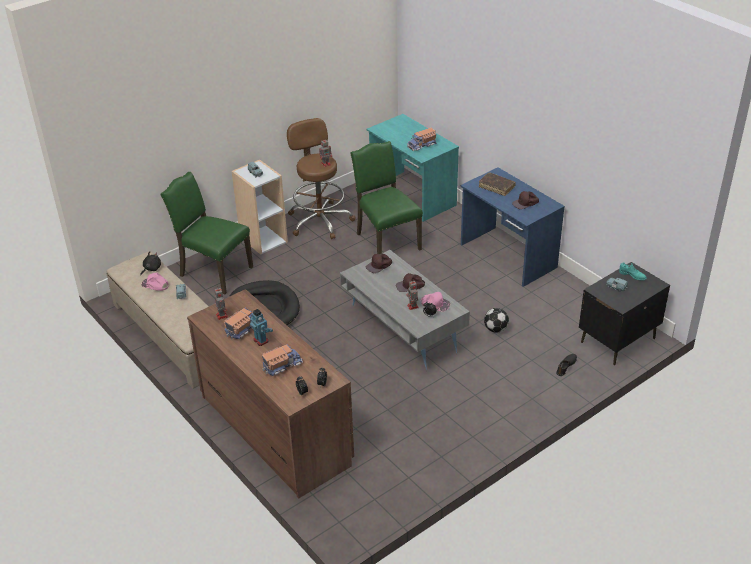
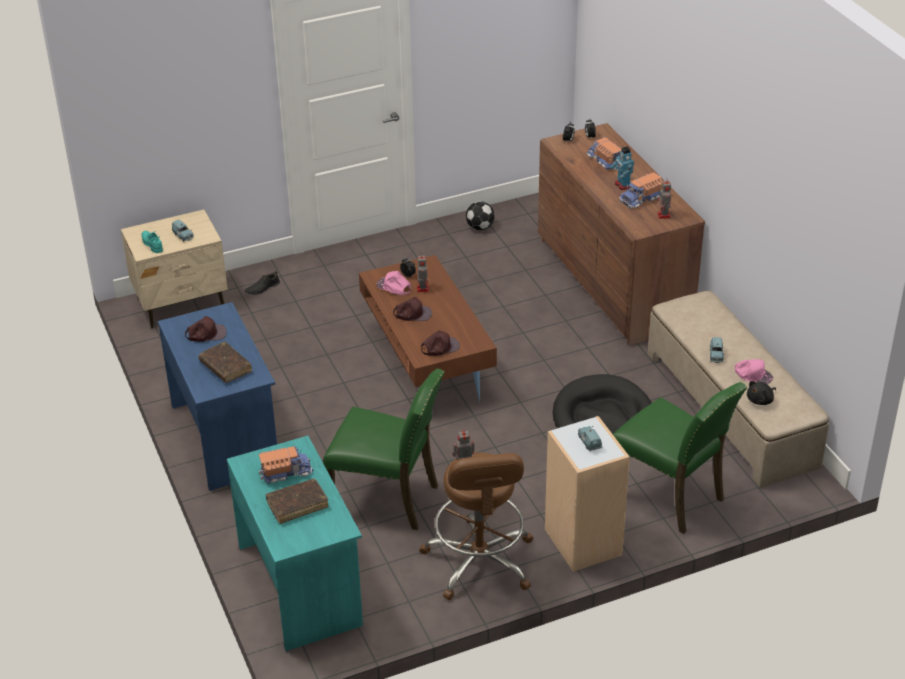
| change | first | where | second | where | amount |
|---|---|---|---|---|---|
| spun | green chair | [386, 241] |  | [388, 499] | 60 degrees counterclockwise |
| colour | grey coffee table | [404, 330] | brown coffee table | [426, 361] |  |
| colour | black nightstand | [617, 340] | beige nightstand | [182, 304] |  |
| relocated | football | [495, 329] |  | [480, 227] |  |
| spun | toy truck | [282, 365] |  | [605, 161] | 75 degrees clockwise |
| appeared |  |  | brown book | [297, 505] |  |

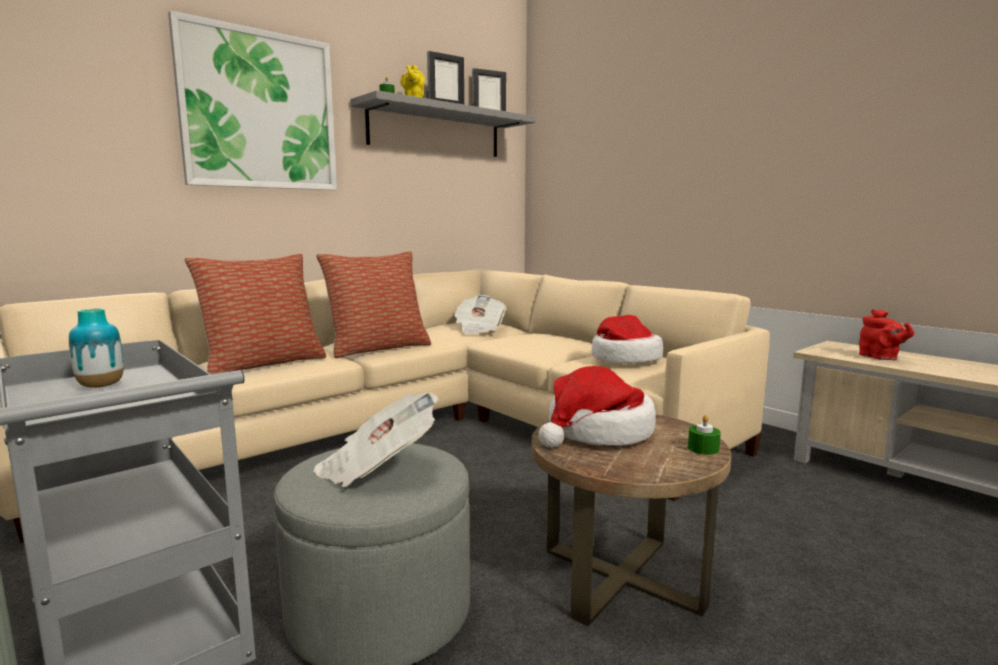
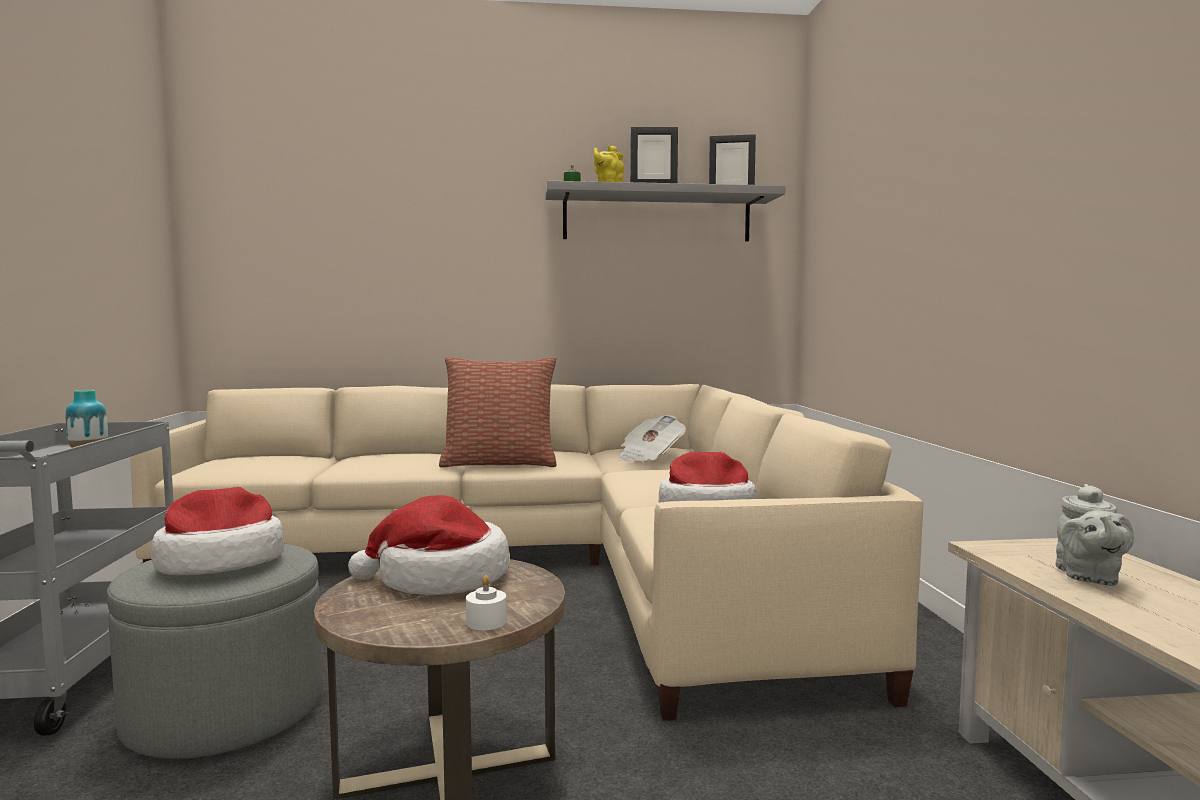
| change | first | where | second | where | amount |
|---|---|---|---|---|---|
| missing | picture | [259, 111] |  |  |  |
| missing | pillow | [263, 364] |  |  |  |
| colour | red teapot | [880, 358] | grey teapot | [1088, 577] |  |
| exchanged | newspaper | [377, 468] | hat | [221, 562] |  |
| colour | green candle | [703, 449] | white candle | [486, 621] |  |

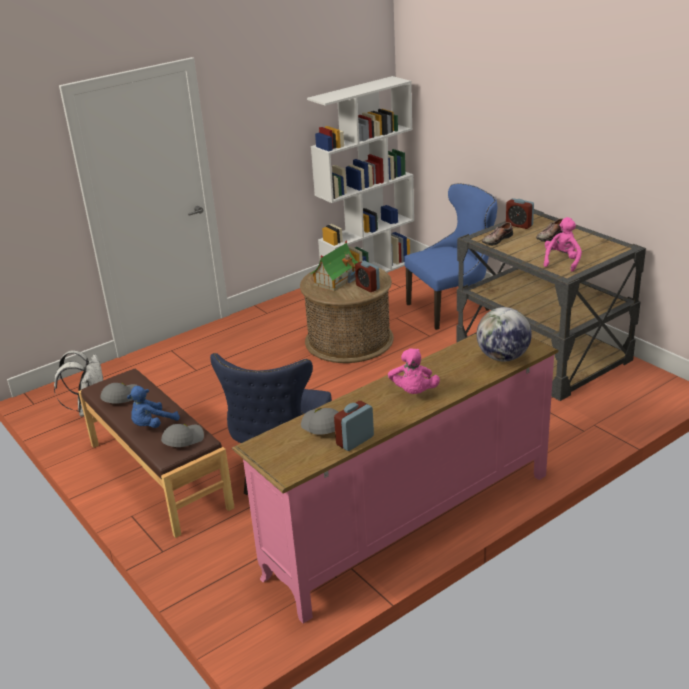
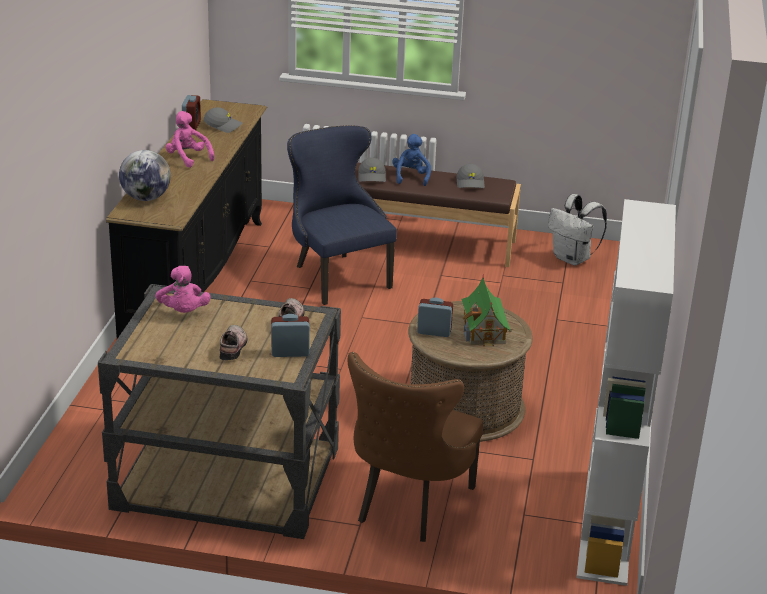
| change | first | where | second | where | amount |
|---|---|---|---|---|---|
| colour | blue chair | [452, 308] | brown chair | [409, 505] |  |
| colour | pink dresser | [409, 523] | black dresser | [197, 280] |  |

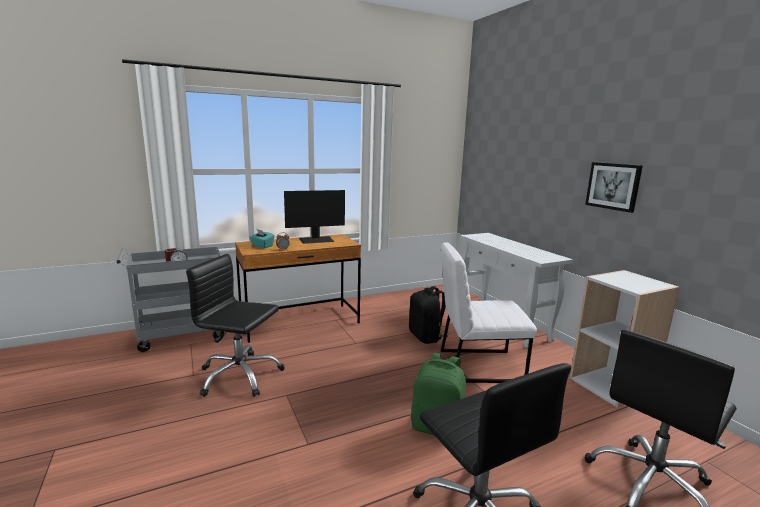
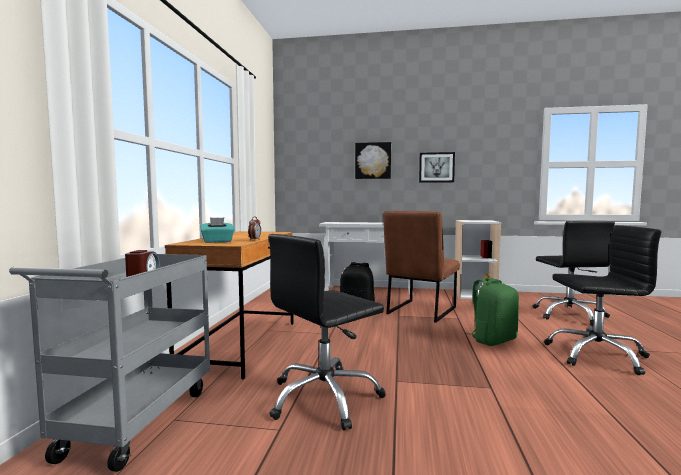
| change | first | where | second | where | amount |
|---|---|---|---|---|---|
| missing | monitor | [316, 240] |  |  |  |
| colour | white chair | [477, 365] | brown chair | [420, 311] |  |
| appeared |  |  | picture | [373, 161] |  |

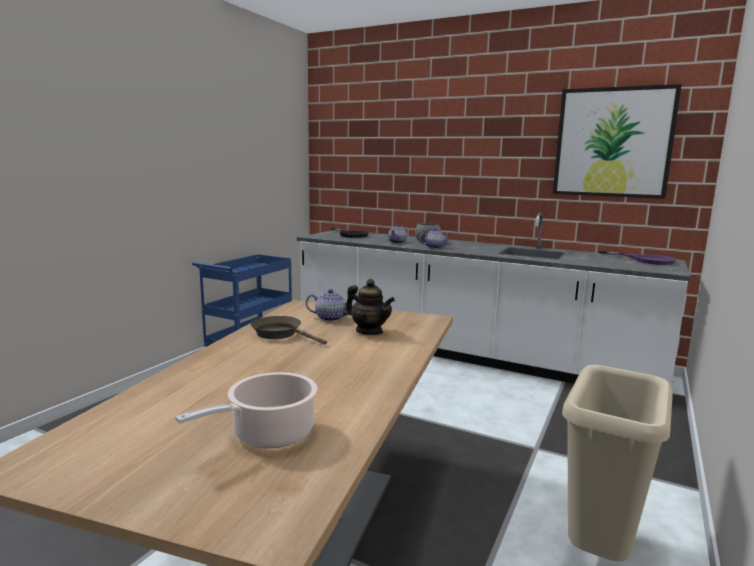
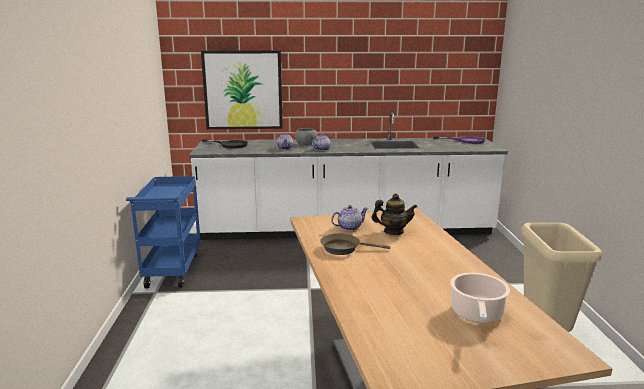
| change | first | where | second | where | amount |
|---|---|---|---|---|---|
| relocated | picture | [613, 142] |  | [243, 90] |  |

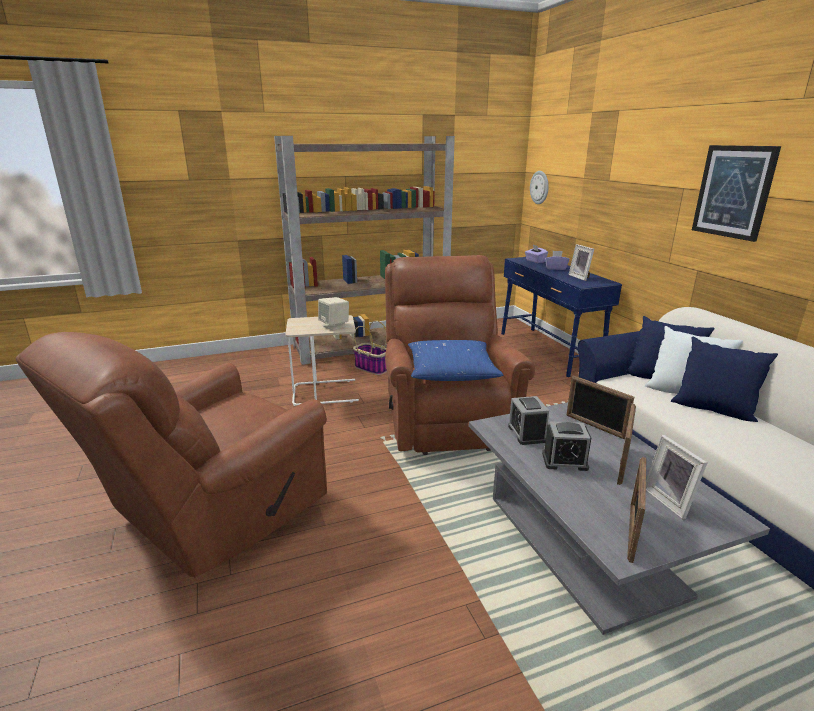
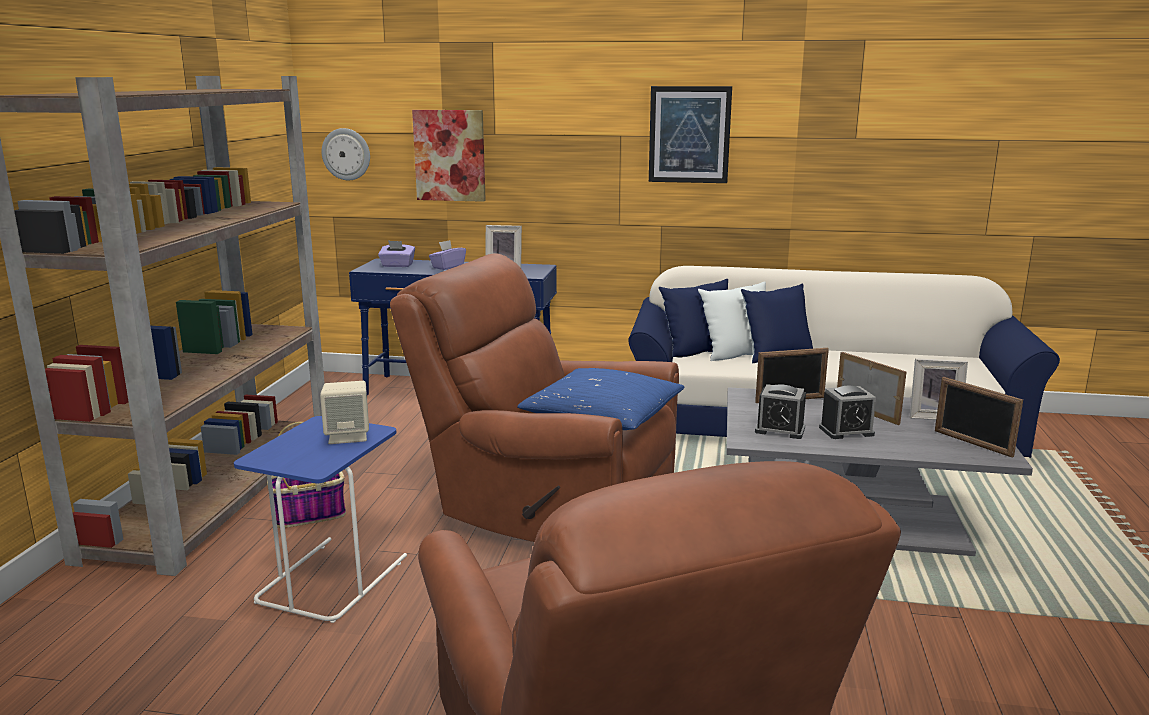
| change | first | where | second | where | amount |
|---|---|---|---|---|---|
| colour | beige side table | [326, 392] | blue side table | [331, 578] |  |
| spun | alarm clock | [564, 461] |  | [846, 431] | 45 degrees clockwise |
| appeared |  |  | picture | [450, 155] |  |

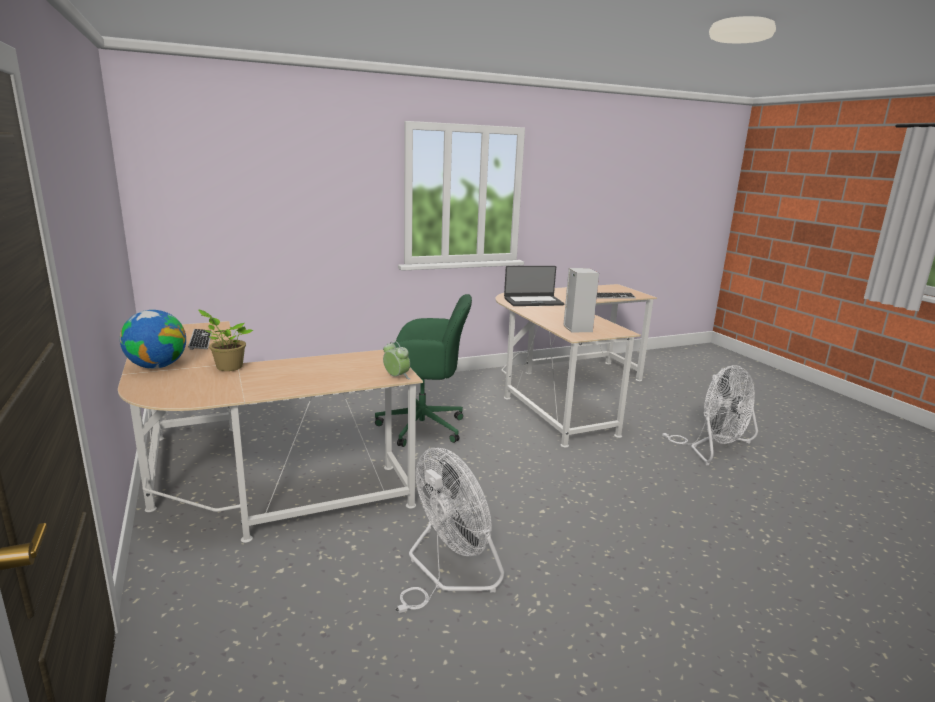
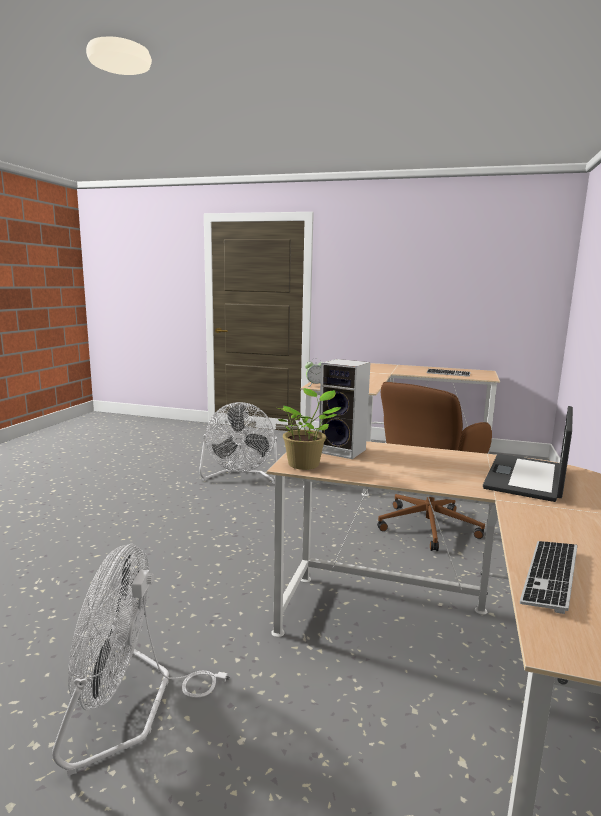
| change | first | where | second | where | amount |
|---|---|---|---|---|---|
| colour | green office chair | [423, 428] | brown office chair | [427, 527] |  |
| relocated | potted plant | [227, 367] |  | [305, 464] |  |
| missing | globe | [157, 366] |  |  |  |

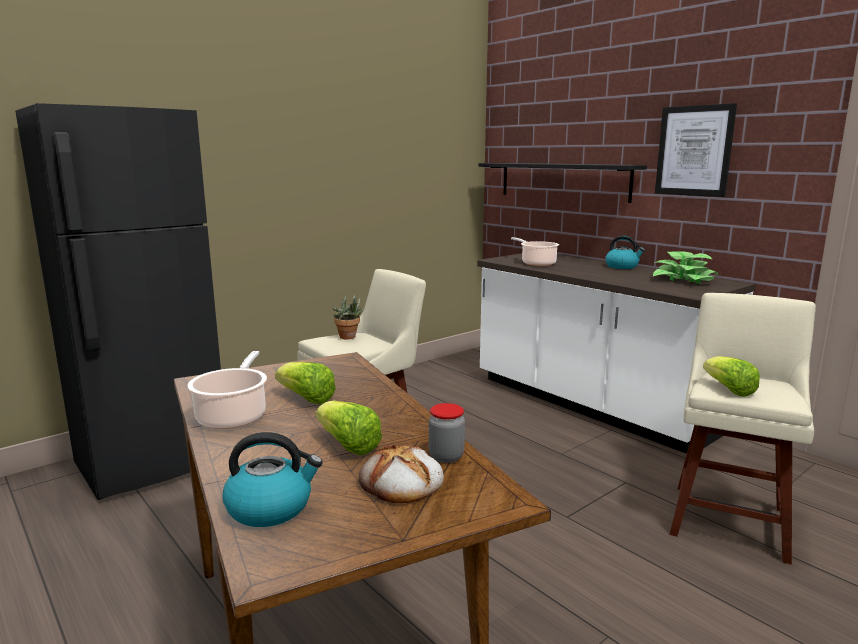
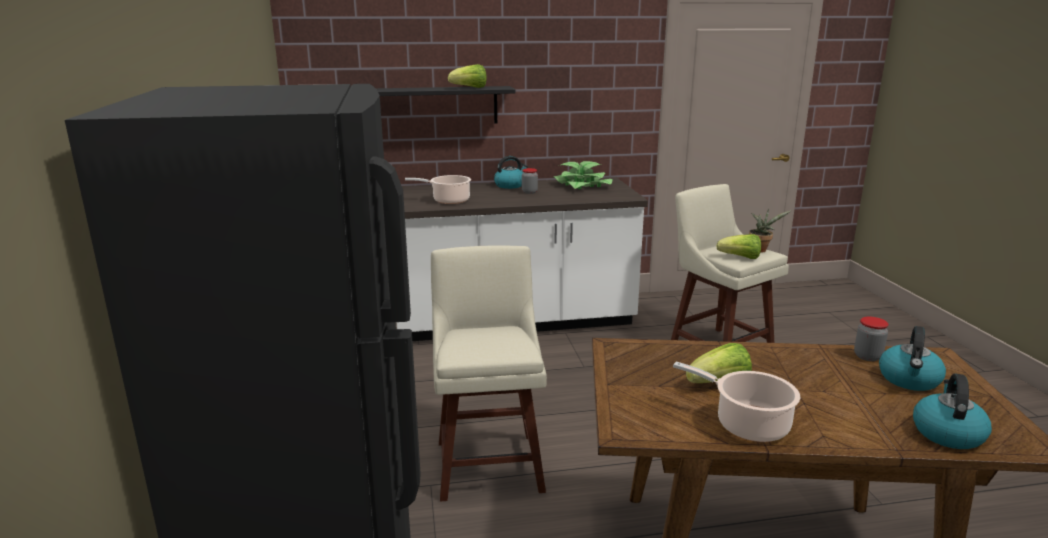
| change | first | where | second | where | amount |
|---|---|---|---|---|---|
| missing | picture | [694, 151] |  |  |  |
| relocated | potted plant | [349, 337] |  | [760, 250] |  |
| relocated | lettuce | [348, 446] |  | [470, 88] |  |
| exchanged | bread | [401, 483] | kettle | [909, 380] |  |
| appeared |  |  | jar | [529, 192] |  |

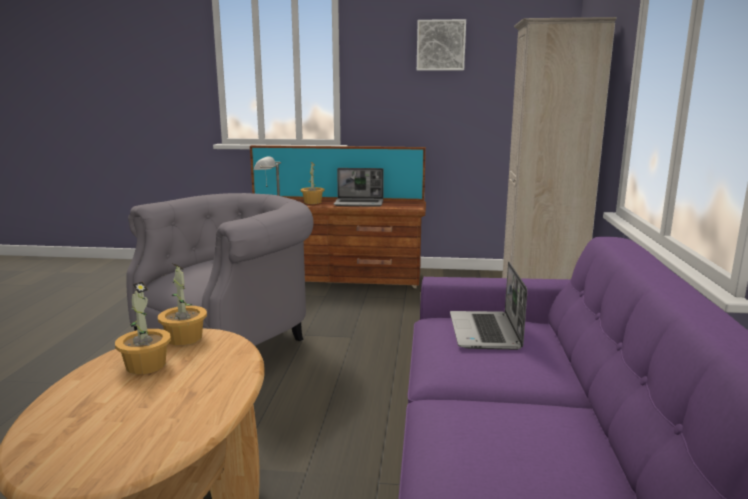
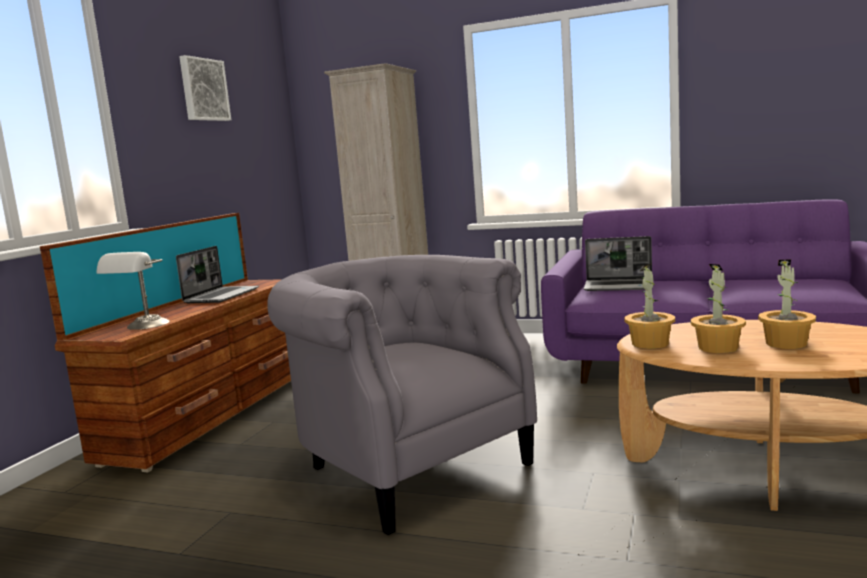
| change | first | where | second | where | amount |
|---|---|---|---|---|---|
| relocated | potted plant | [312, 202] |  | [786, 344] |  |

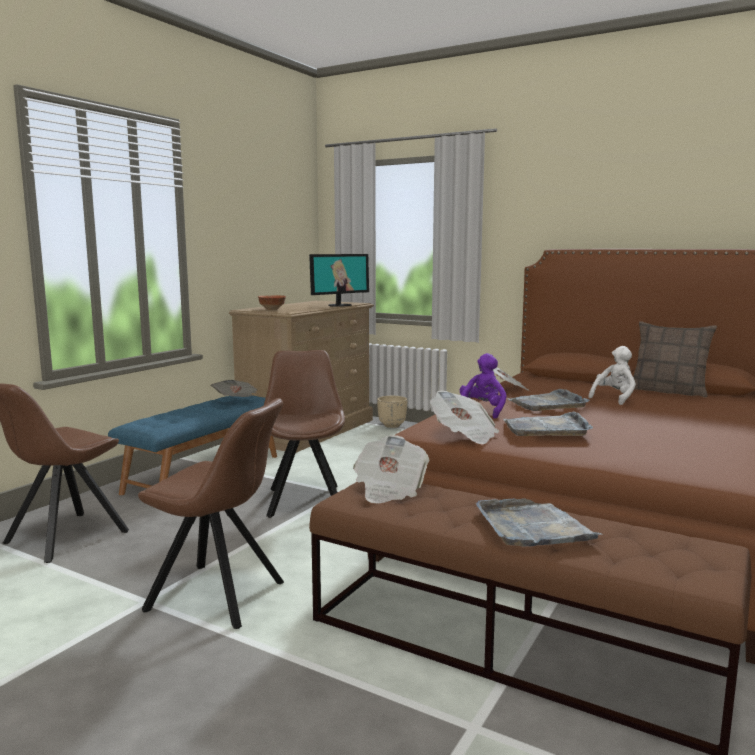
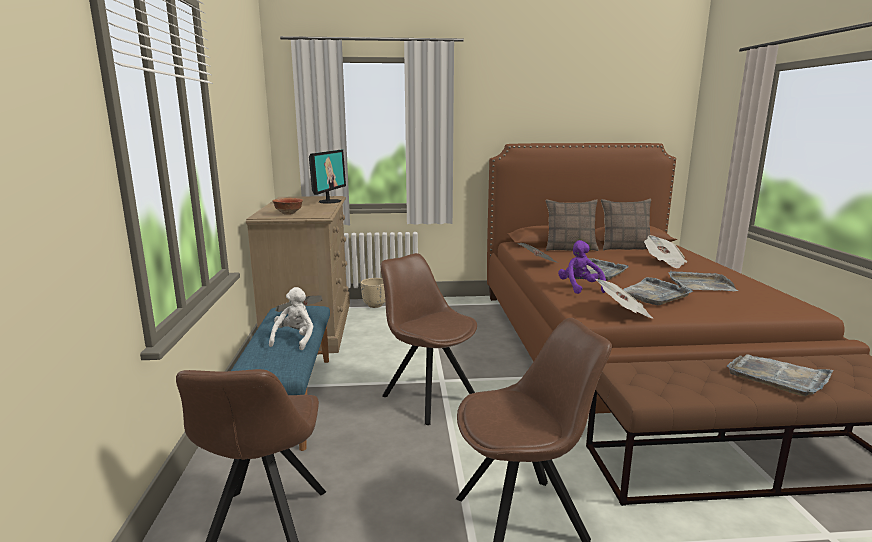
| change | first | where | second | where | amount |
|---|---|---|---|---|---|
| relocated | white plush toy | [614, 398] |  | [295, 339] |  |
| relocated | newspaper | [389, 489] |  | [664, 263] |  |
| appeared |  |  | pillow | [570, 249] |  |
| appeared |  |  | grey tray | [700, 284] |  |

